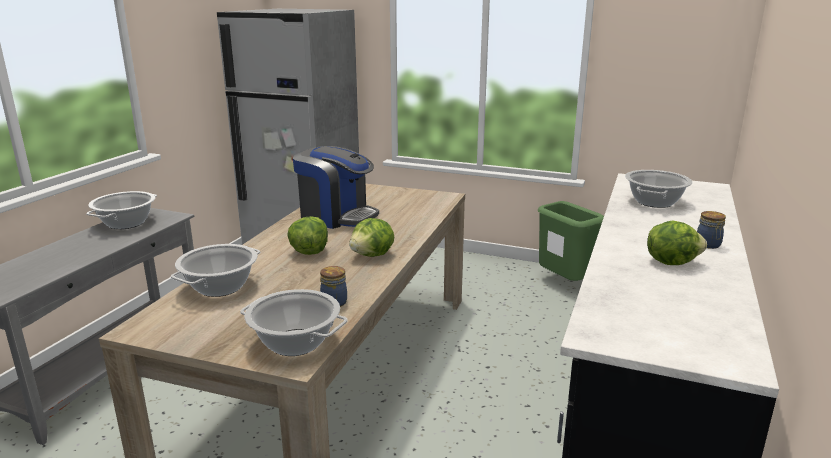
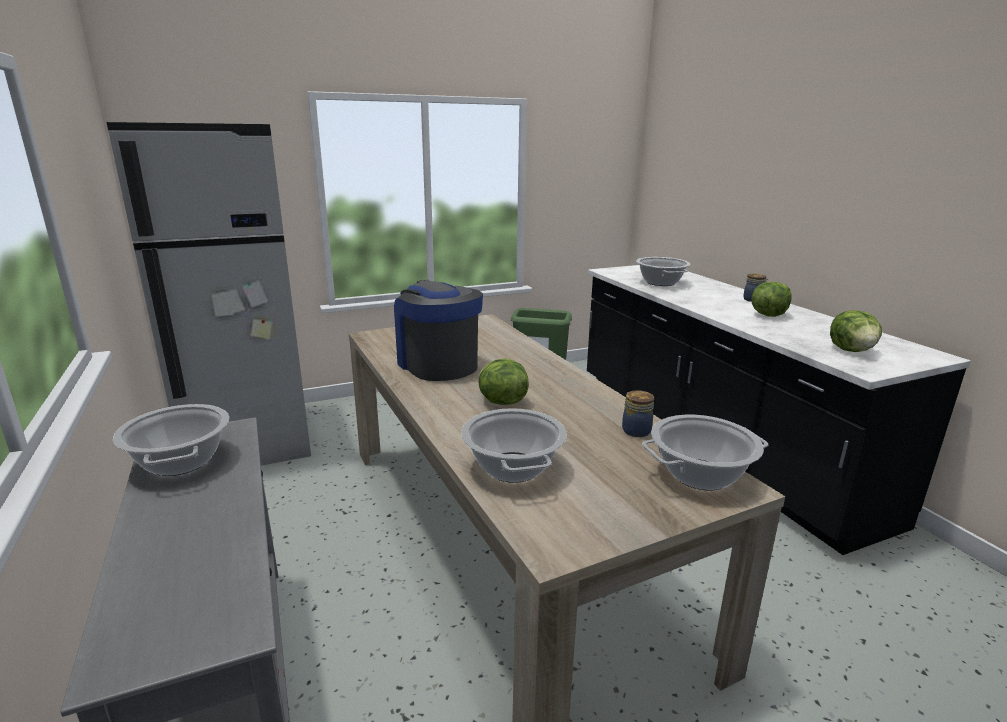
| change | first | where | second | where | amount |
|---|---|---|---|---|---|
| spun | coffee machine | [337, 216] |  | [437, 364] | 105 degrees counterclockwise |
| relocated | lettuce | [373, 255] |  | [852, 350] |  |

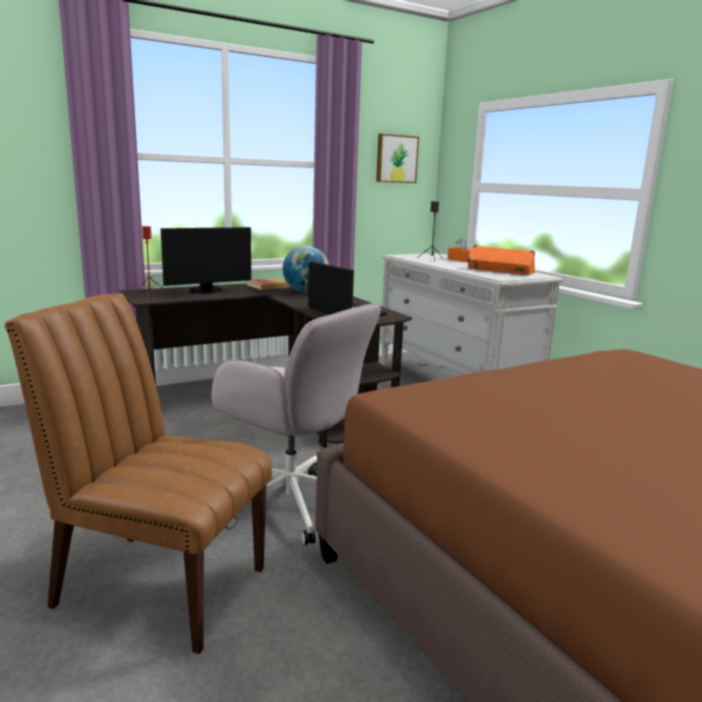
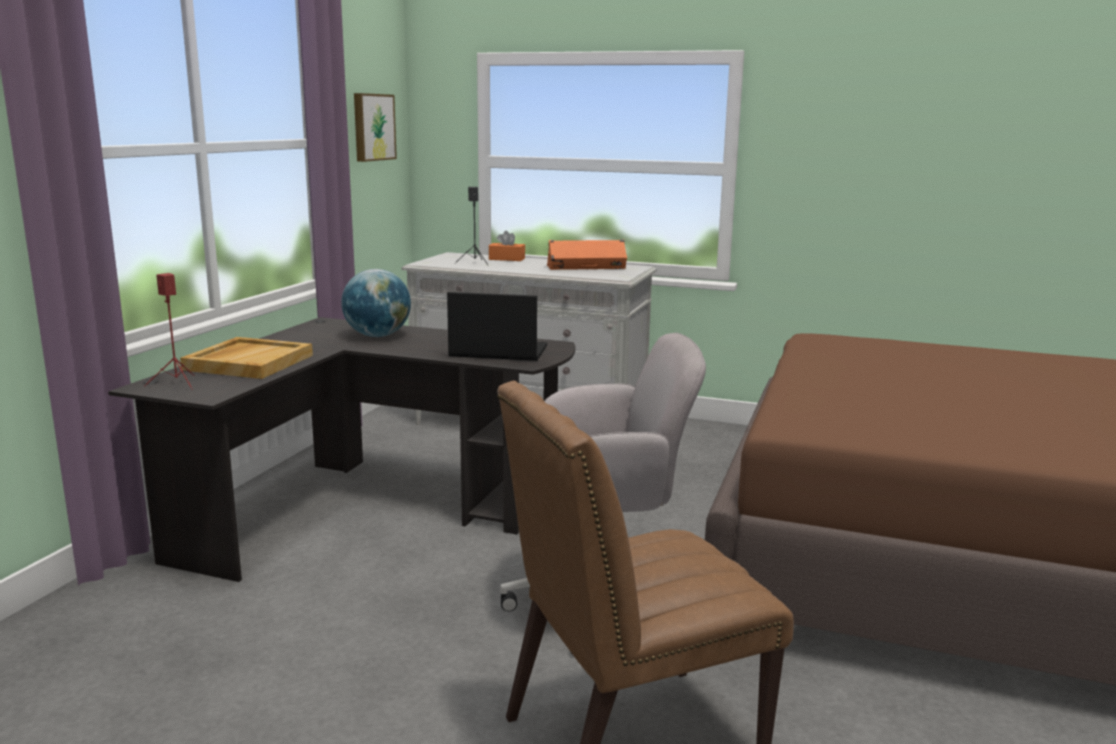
| change | first | where | second | where | amount |
|---|---|---|---|---|---|
| exchanged | monitor | [207, 291] | beige tray | [249, 362] |  |
| missing | book | [269, 286] |  |  |  |

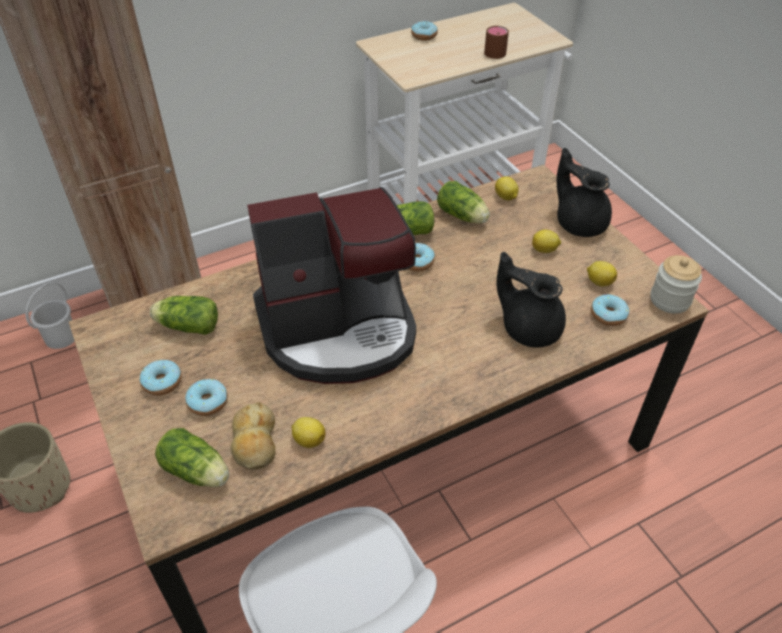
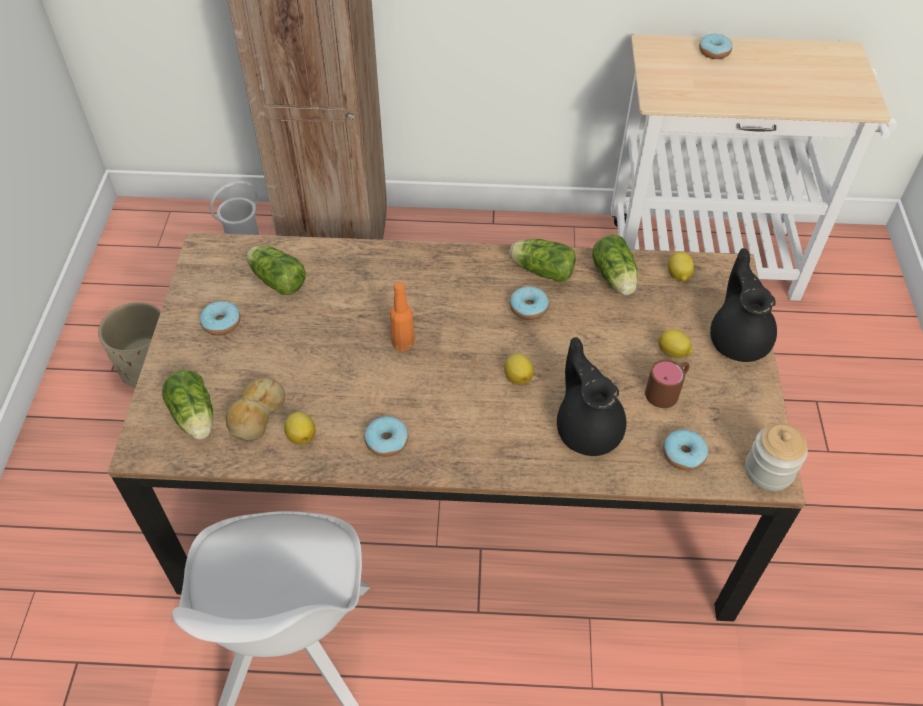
| change | first | where | second | where | amount |
|---|---|---|---|---|---|
| relocated | brown mug | [496, 51] |  | [667, 390] |  |
| exchanged | coffee machine | [339, 329] | orange bottle | [403, 344] |  |
| relocated | lemon | [599, 282] |  | [518, 377] |  |
| relocated | donut | [208, 402] |  | [387, 441] |  |

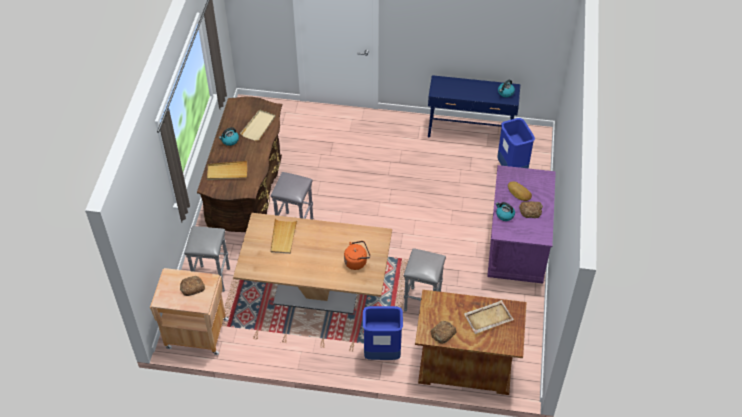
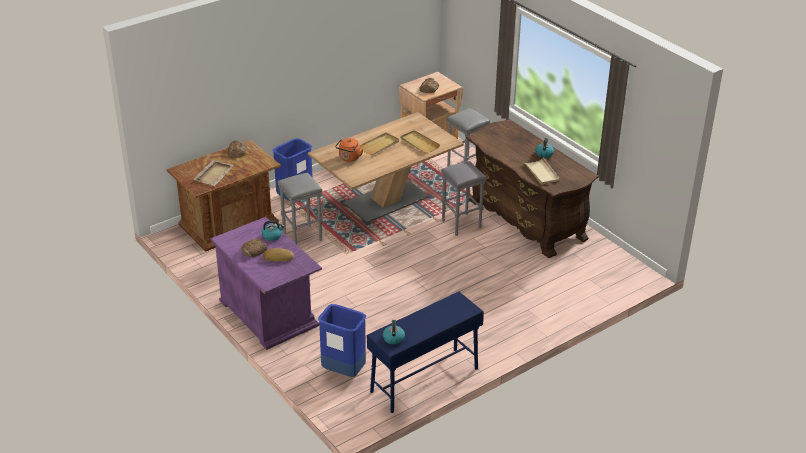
| change | first | where | second | where | amount |
|---|---|---|---|---|---|
| relocated | beige tray | [227, 172] |  | [379, 145] |  |

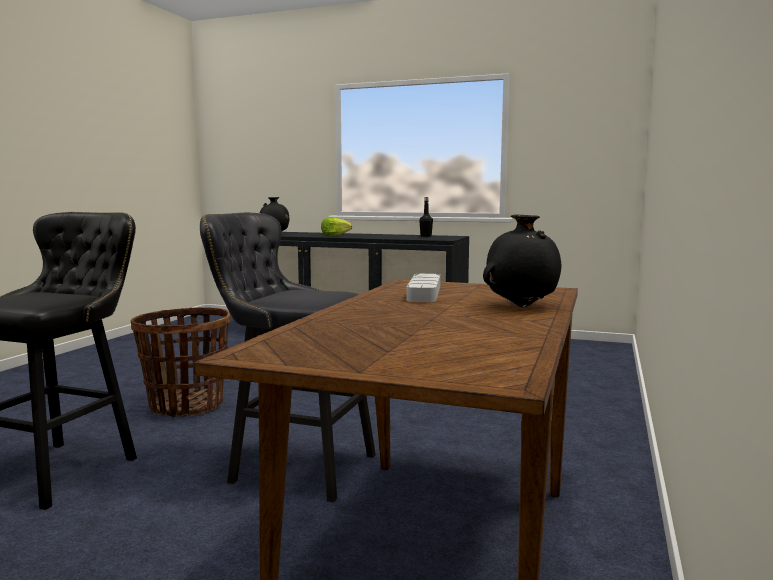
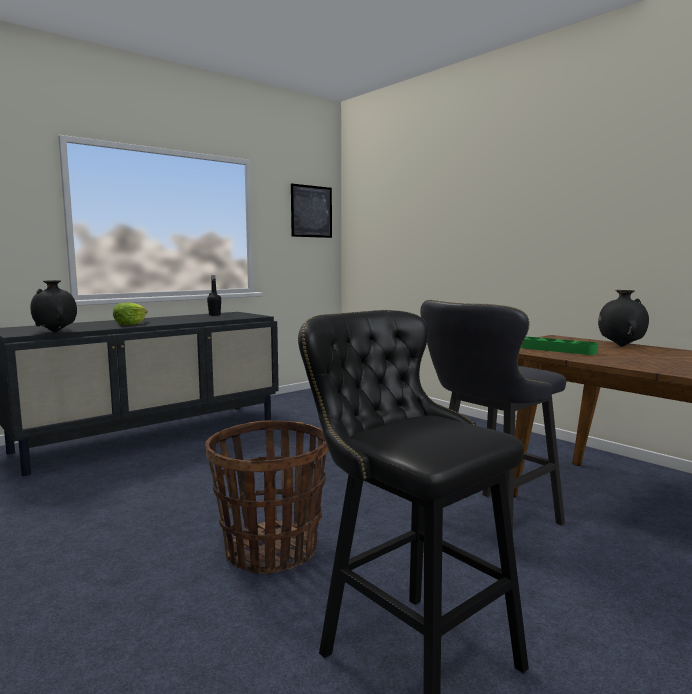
| change | first | where | second | where | amount |
|---|---|---|---|---|---|
| colour | grey tray | [424, 293] | green tray | [557, 350] |  |
| appeared |  |  | picture | [311, 211] |  |

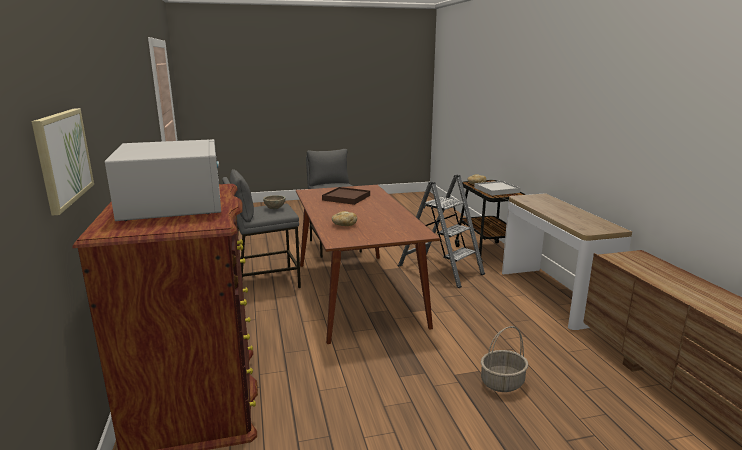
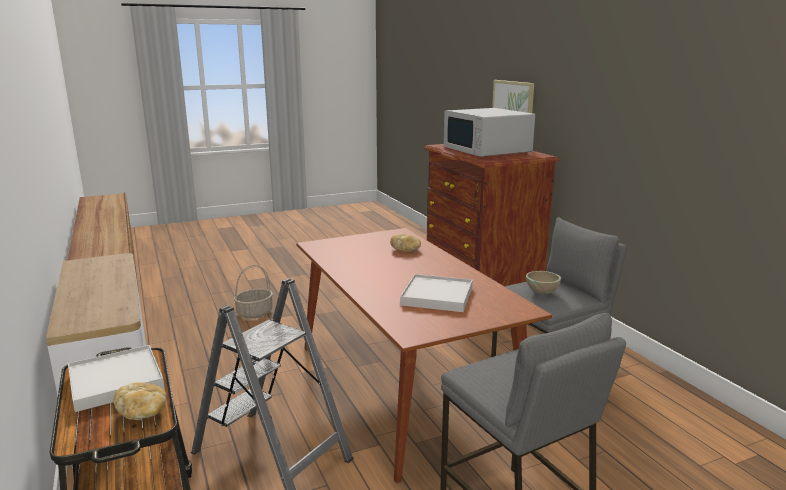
| change | first | where | second | where | amount |
|---|---|---|---|---|---|
| colour | brown tray | [346, 198] | white tray | [437, 296] |  |

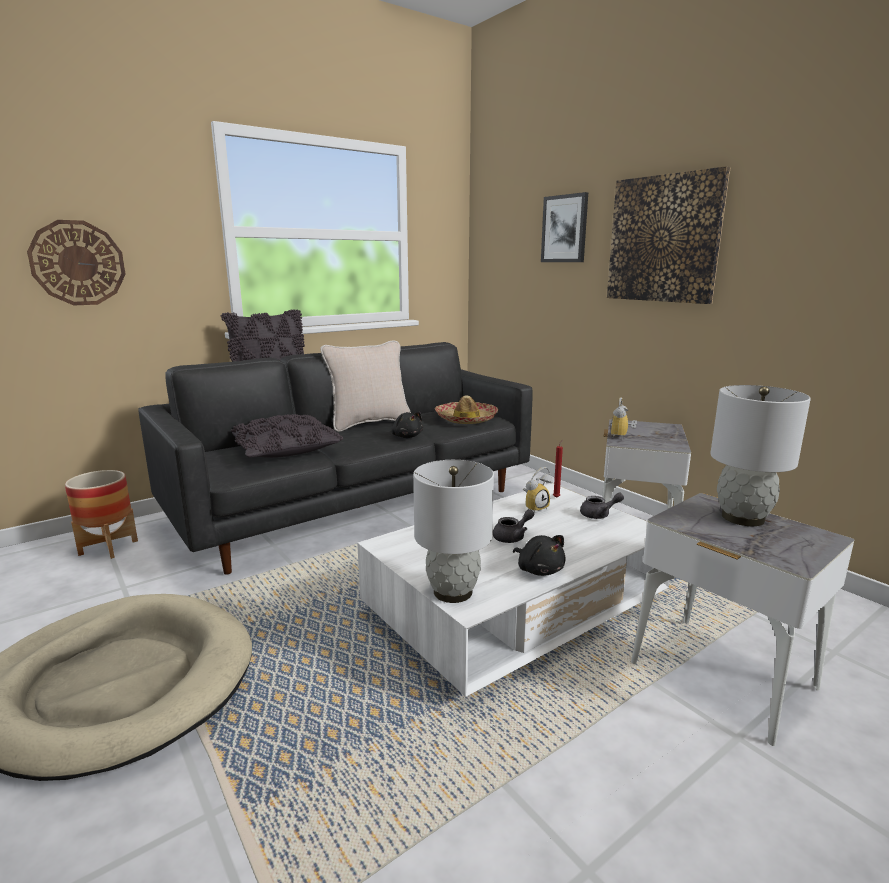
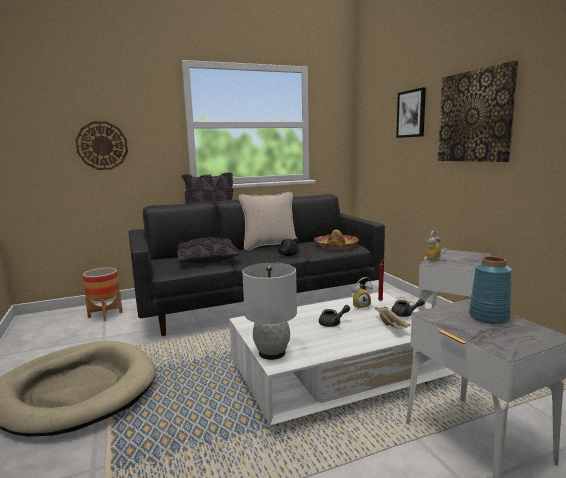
| change | first | where | second | where | amount |
|---|---|---|---|---|---|
| exchanged | white table lamp | [742, 518] | blue vase | [488, 317] |  |
| missing | black plush toy | [539, 570] |  |  |  |
| appeared |  |  | beige tray | [391, 326] |  |

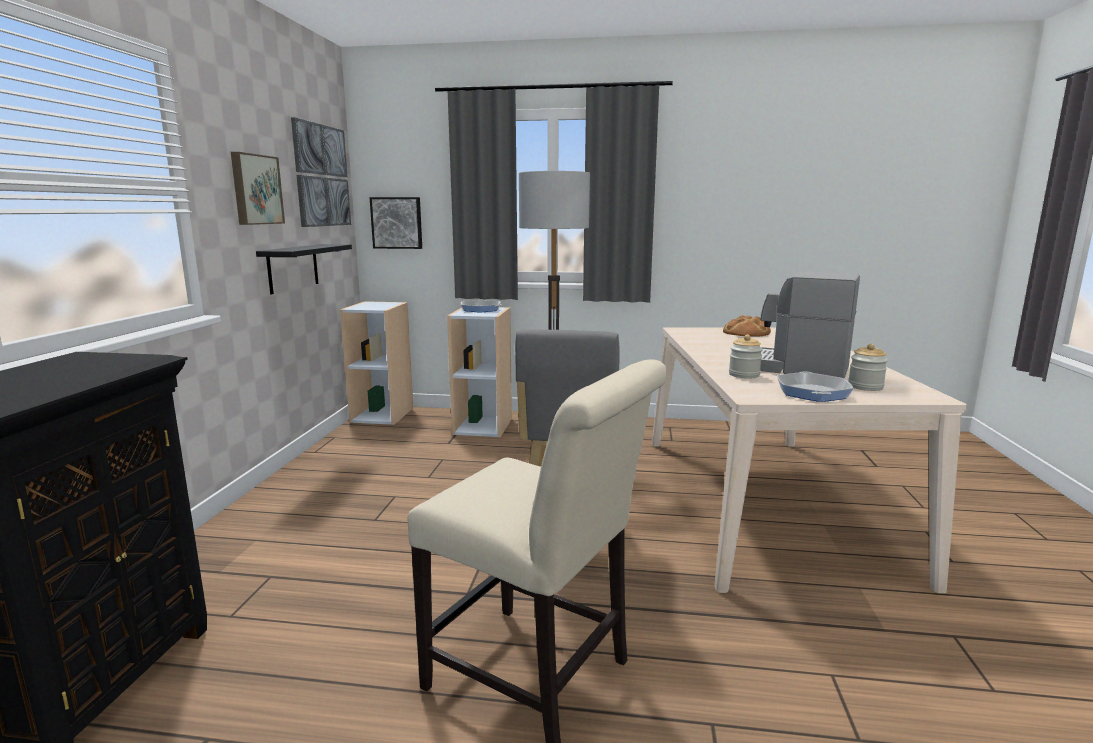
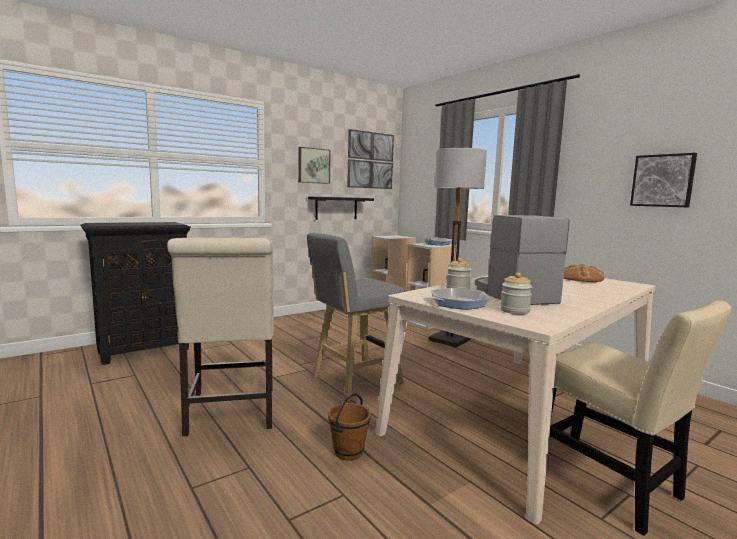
| change | first | where | second | where | amount |
|---|---|---|---|---|---|
| relocated | picture | [397, 223] |  | [663, 180] |  |
| appeared |  |  | beige chair | [611, 487] |  |
| appeared |  |  | brown bucket | [349, 452] |  |

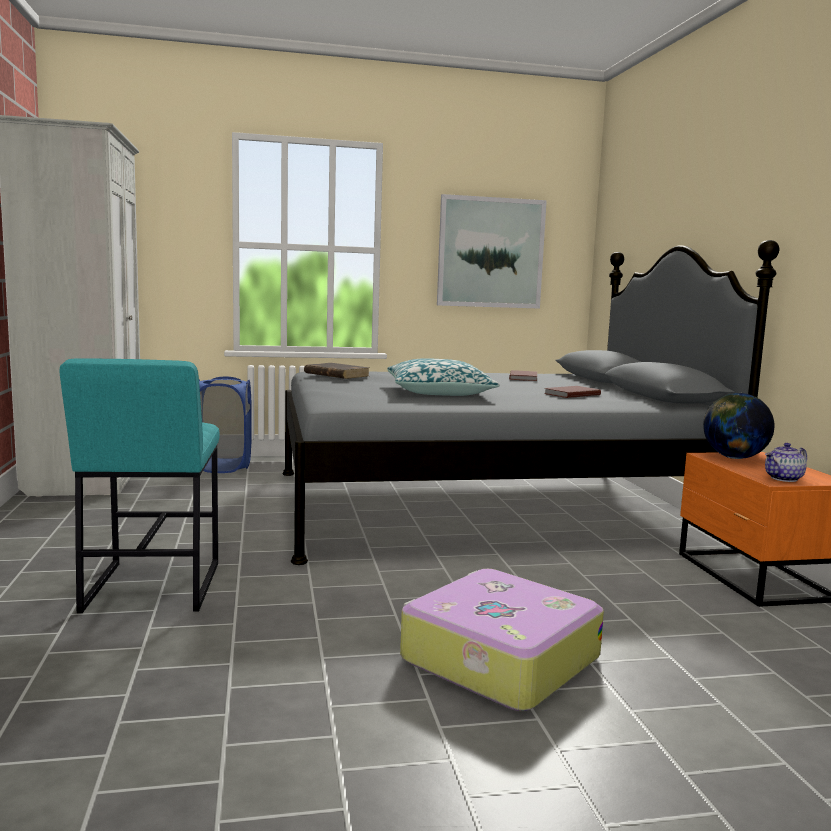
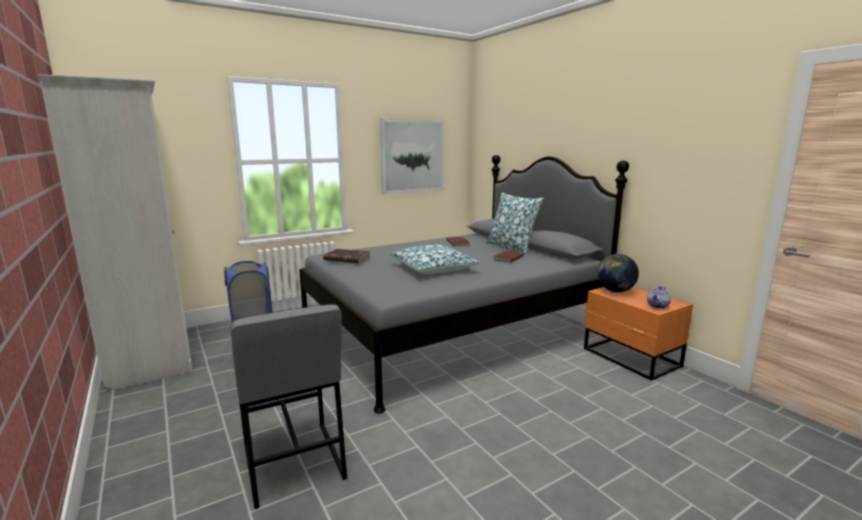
| change | first | where | second | where | amount |
|---|---|---|---|---|---|
| colour | turquoise chair | [152, 588] | grey chair | [294, 464] |  |
| missing | suitcase | [497, 659] |  |  |  |
| appeared |  |  | pillow | [512, 247] |  |

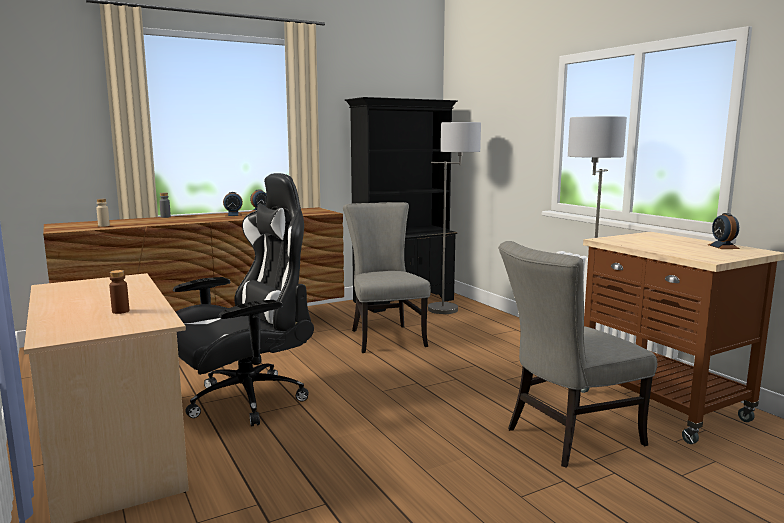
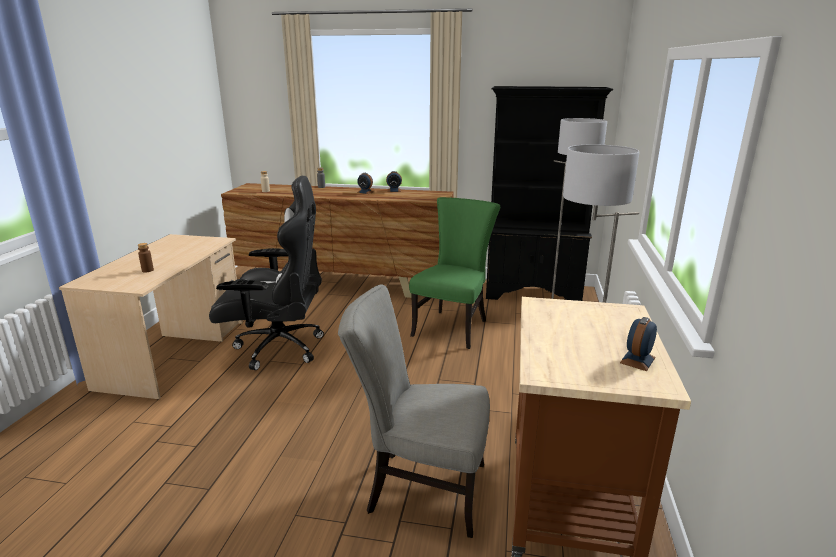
| change | first | where | second | where | amount |
|---|---|---|---|---|---|
| colour | grey chair | [385, 336] | green chair | [453, 326] |  |

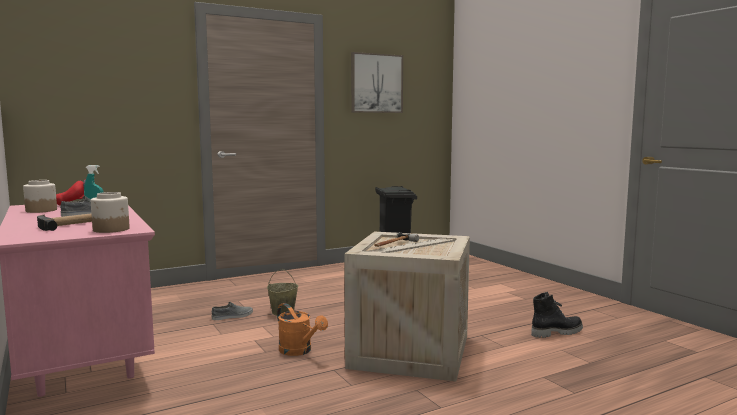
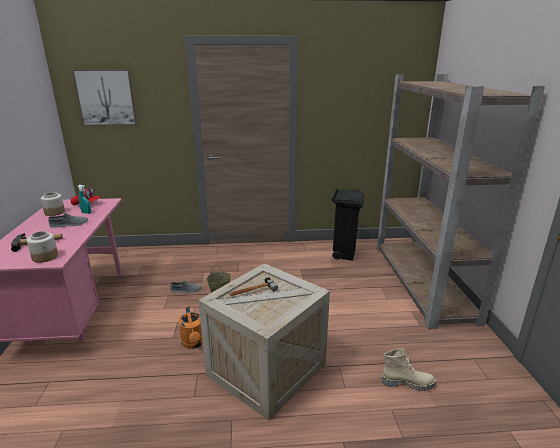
| change | first | where | second | where | amount |
|---|---|---|---|---|---|
| relocated | picture | [376, 83] |  | [106, 97] |  |
| colour | black boot | [556, 332] | beige boot | [407, 383] |  |
| appeared |  |  | brown bookcase | [422, 281] |  |

